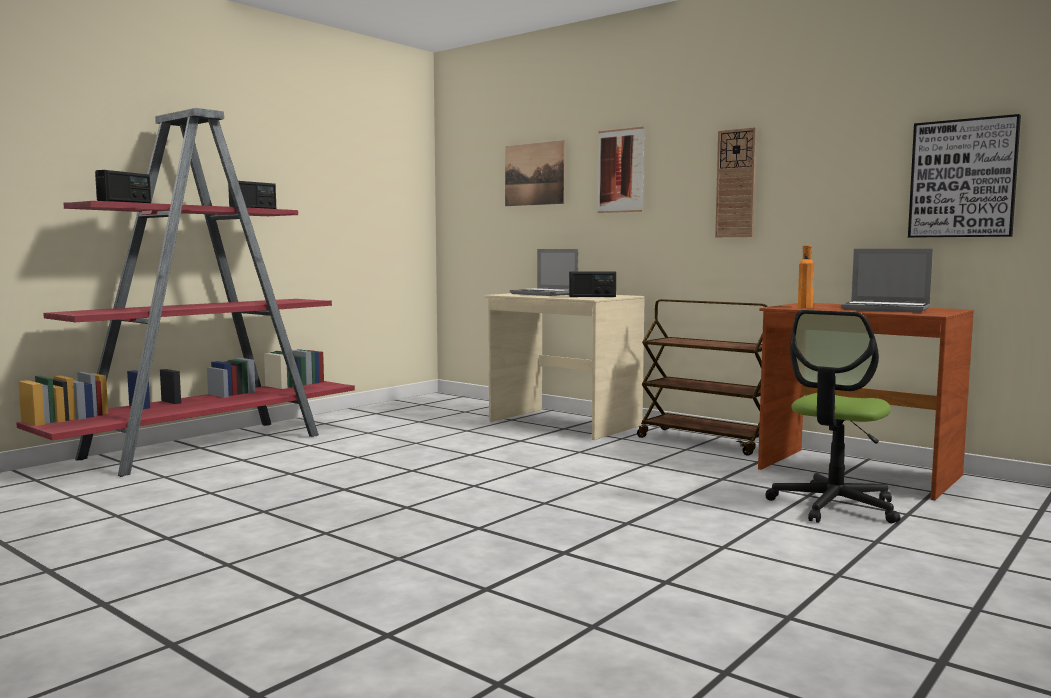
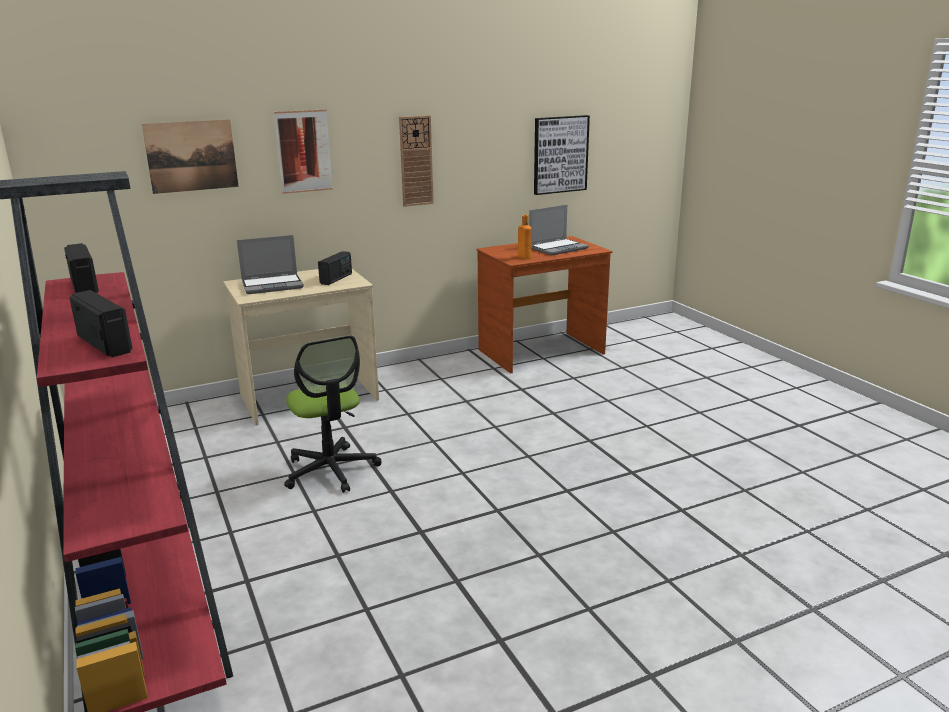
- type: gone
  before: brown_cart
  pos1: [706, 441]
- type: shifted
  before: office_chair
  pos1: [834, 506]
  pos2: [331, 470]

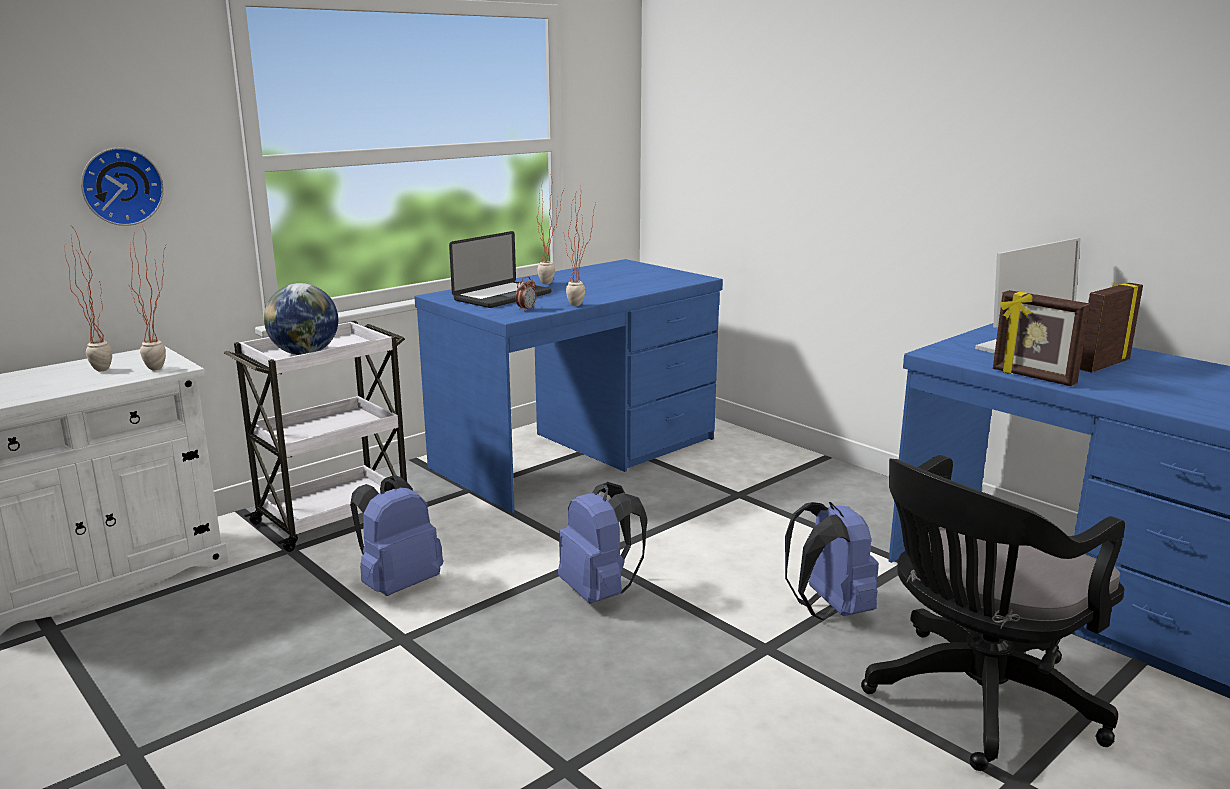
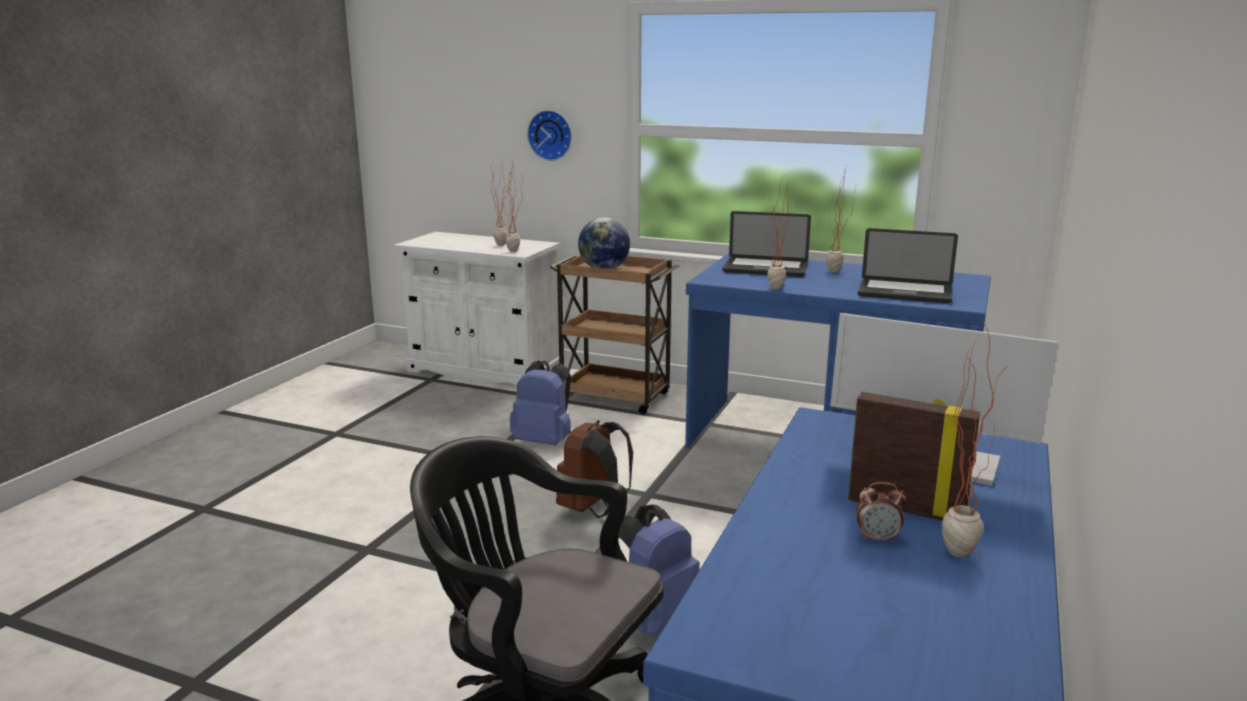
- type: shifted
  before: alarm_clock
  pos1: [526, 309]
  pos2: [877, 538]
- type: gone
  before: picture_frame
  pos1: [1033, 377]
- type: repainted
  before: white_cart
  after: brown_cart
  pos1: [334, 516]
  pos2: [615, 397]
- type: repainted
  before: blue_backpack
  after: brown_backpack
  pos1: [600, 592]
  pos2: [593, 509]
- type: new
  after: laptop
  pos2: [904, 293]
- type: new
  after: potted_plant
  pos2: [960, 547]

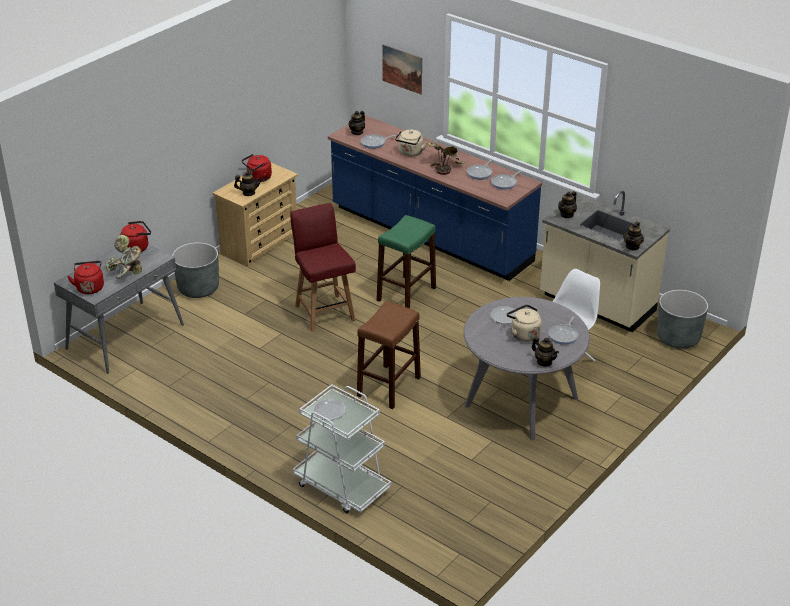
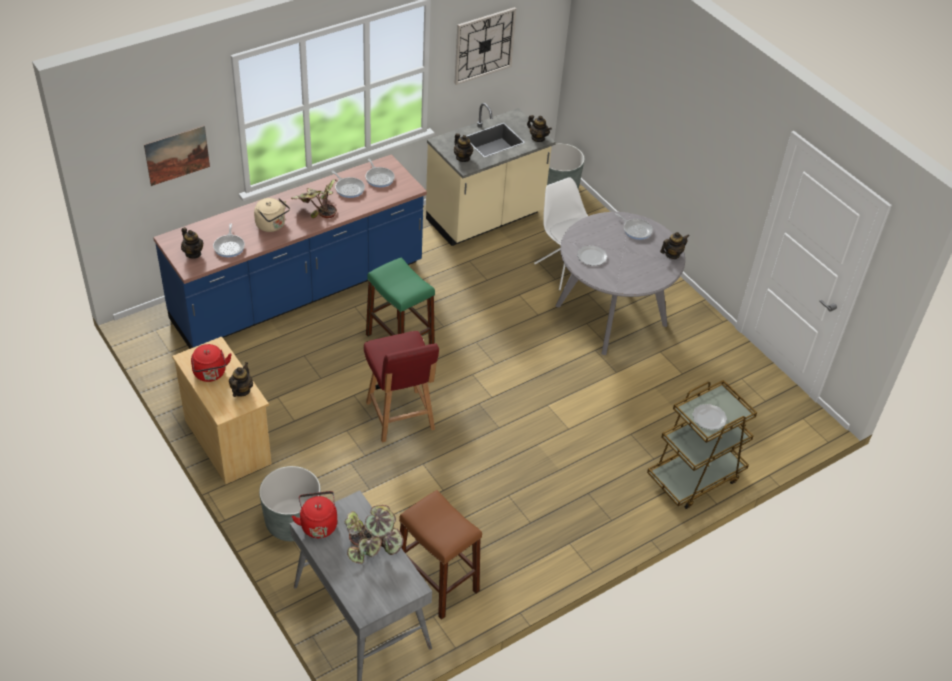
- type: rotated
  before: red_chair
  pos1: [324, 312]
  pos2: [400, 417]
  turn: -105
- type: gone
  before: red_kettle
  pos1: [90, 287]
- type: shifted
  before: brown_stool
  pos1: [388, 386]
  pos2: [437, 582]
- type: gone
  before: beige_kettle
  pos1: [523, 334]
- type: repainted
  before: white_cart
  after: brown_cart
  pos1: [341, 486]
  pos2: [695, 477]
- type: new
  after: wall_clock
  pos2: [484, 45]

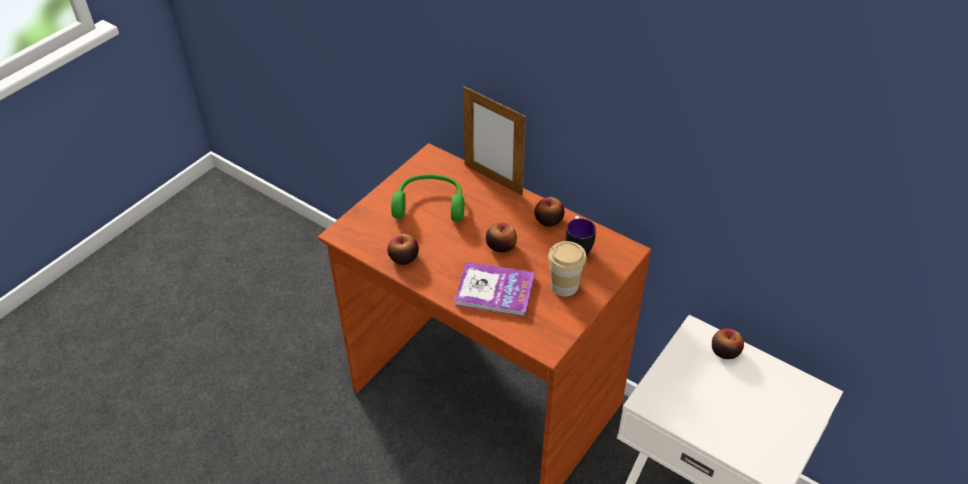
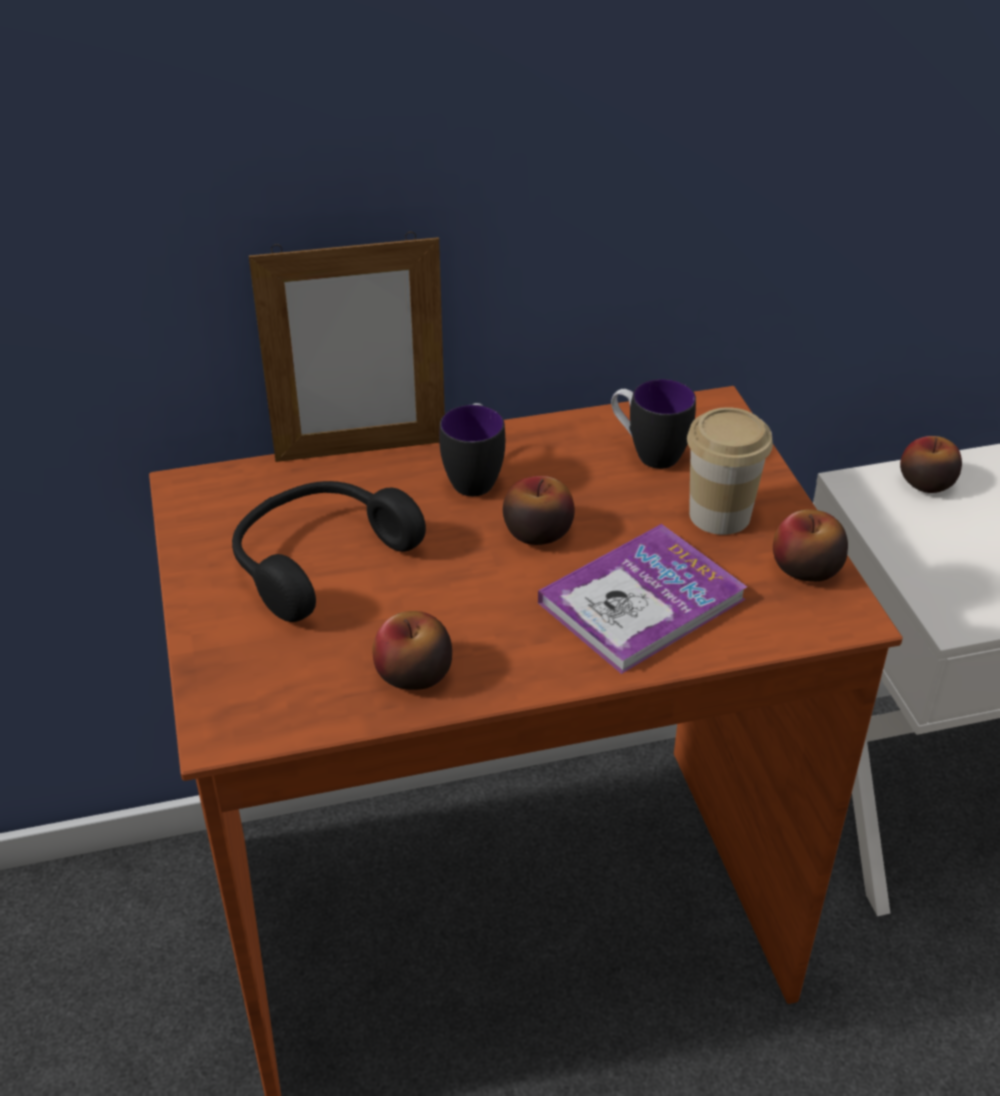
- type: repainted
  before: green_headphones
  after: black_headphones
  pos1: [430, 205]
  pos2: [318, 559]
- type: shifted
  before: apple
  pos1: [548, 220]
  pos2: [805, 568]
- type: new
  after: mug
  pos2: [474, 476]

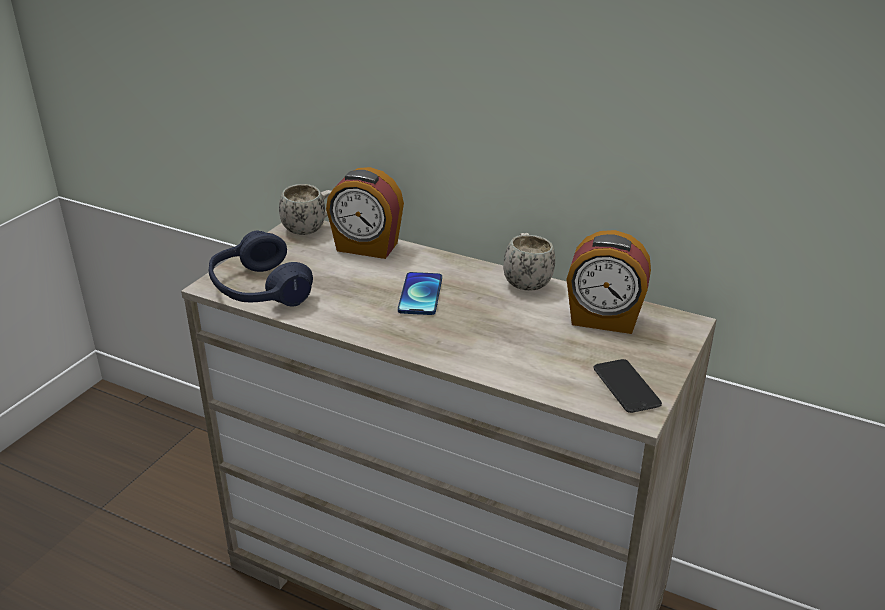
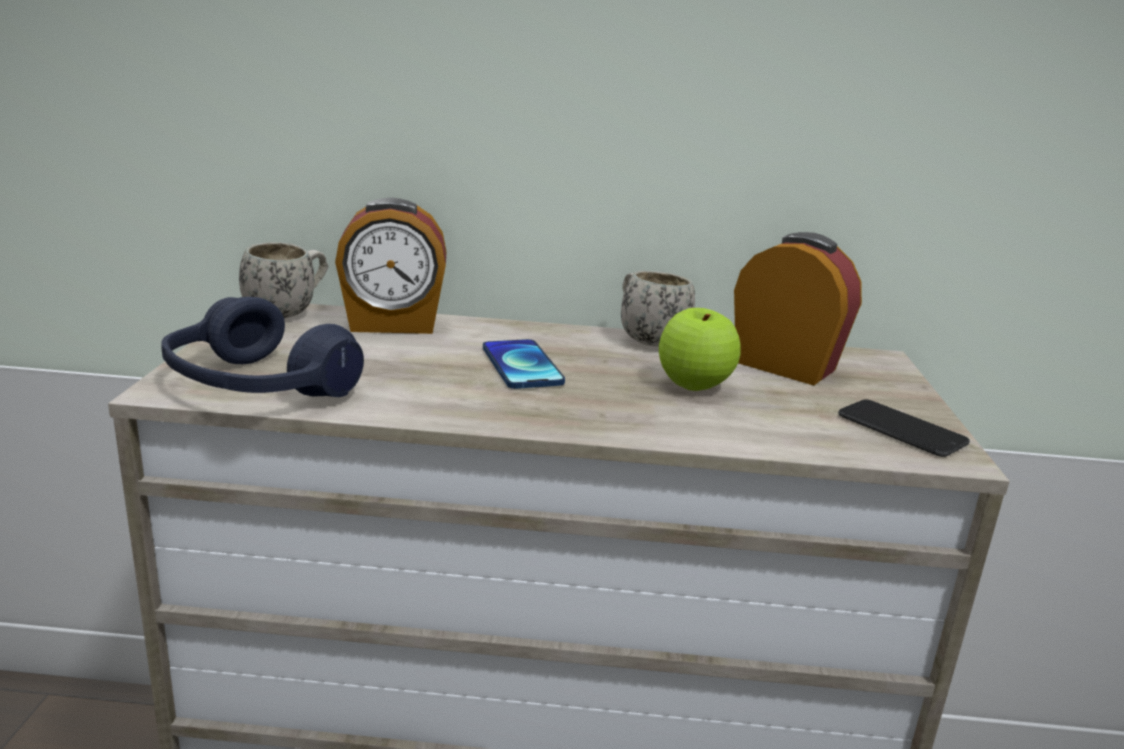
- type: rotated
  before: alarm_clock
  pos1: [603, 320]
  pos2: [786, 365]
  turn: -135
- type: new
  after: apple
  pos2: [694, 386]

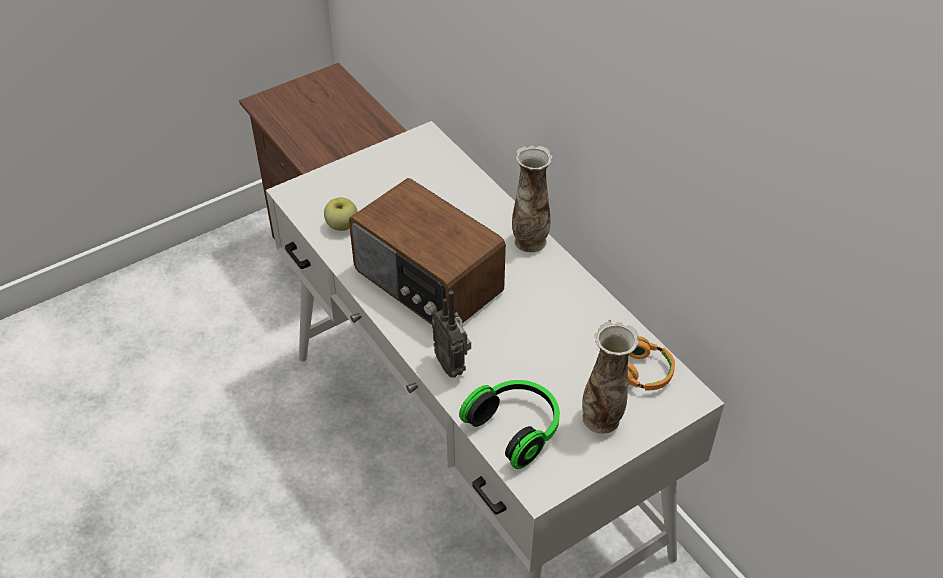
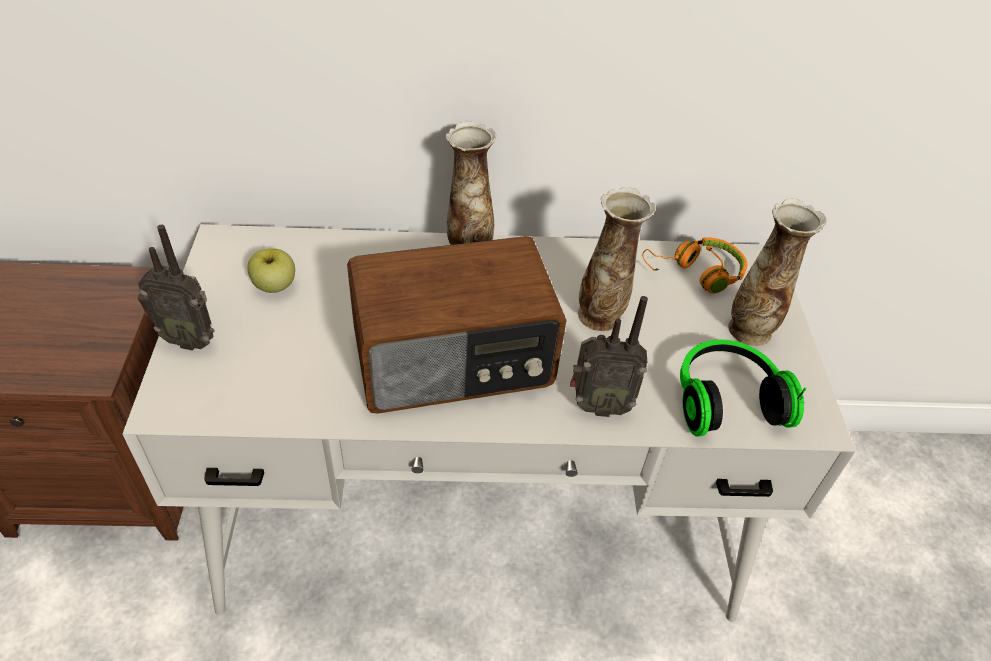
- type: shifted
  before: apple
  pos1: [342, 225]
  pos2: [274, 286]
- type: new
  after: vase
  pos2: [600, 316]
- type: new
  after: radio
  pos2: [189, 339]

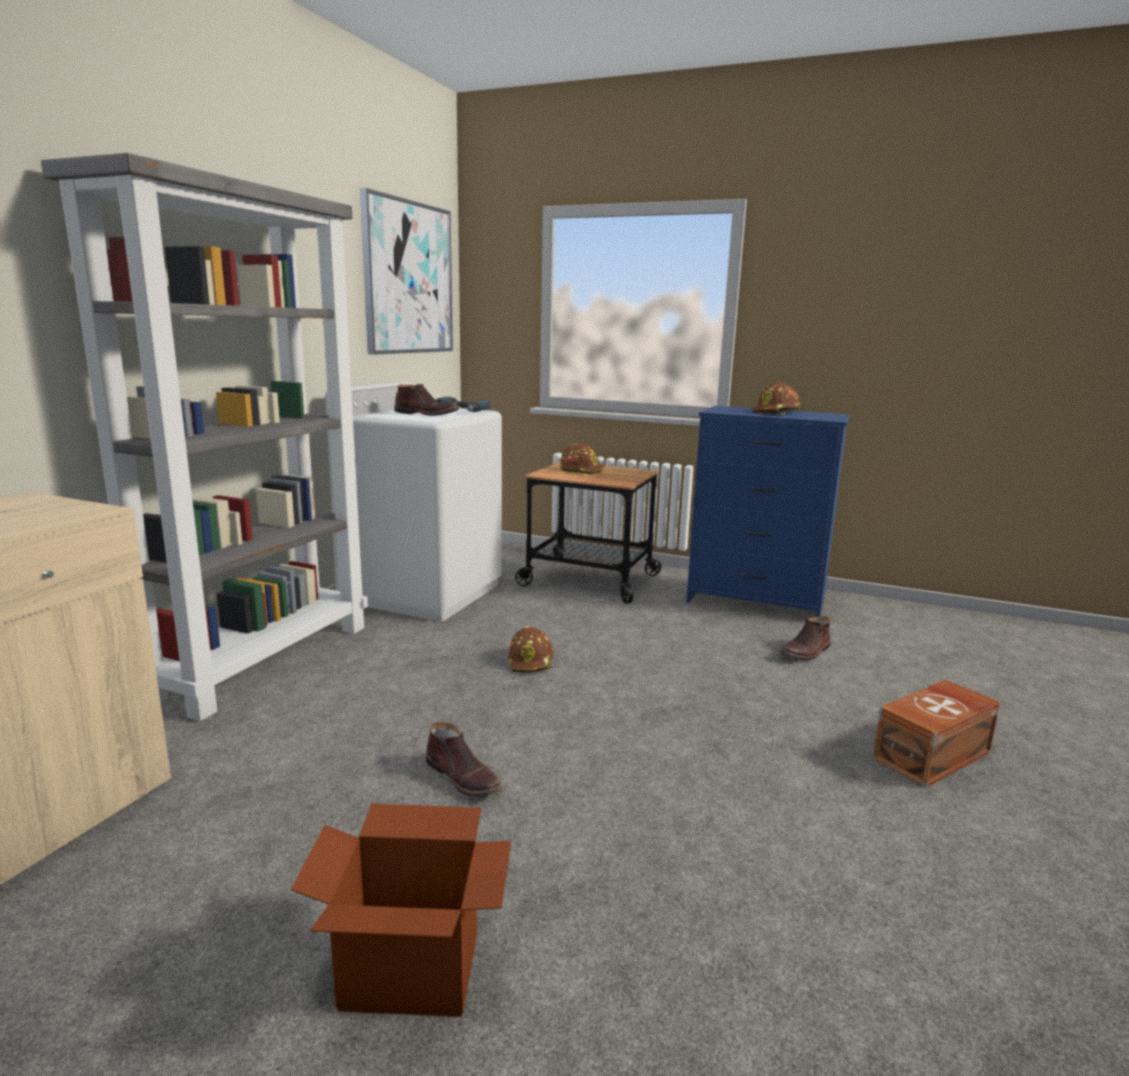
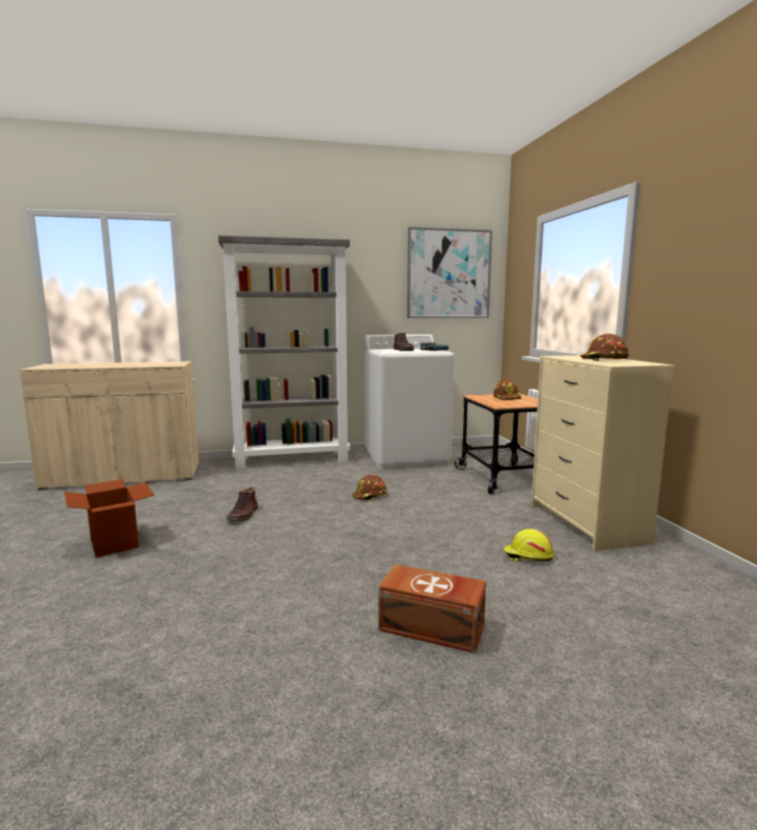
- type: repainted
  before: blue_dresser
  after: beige_dresser
  pos1: [755, 601]
  pos2: [586, 523]
- type: swapped
  before: brown_boot
  after: yellow_hard_hat
  pos1: [806, 652]
  pos2: [527, 556]

